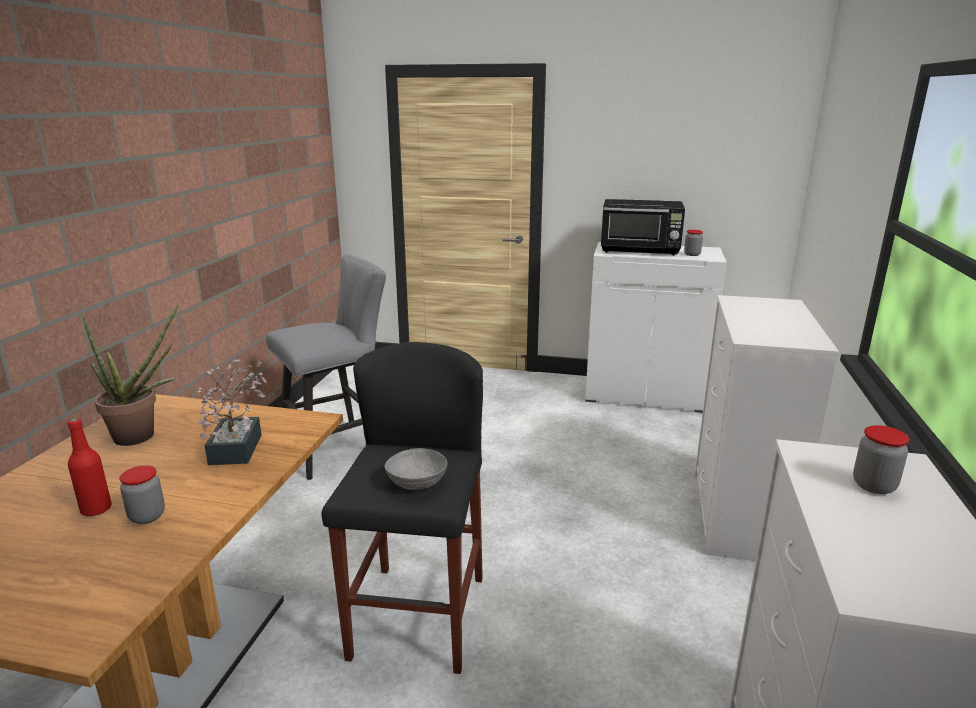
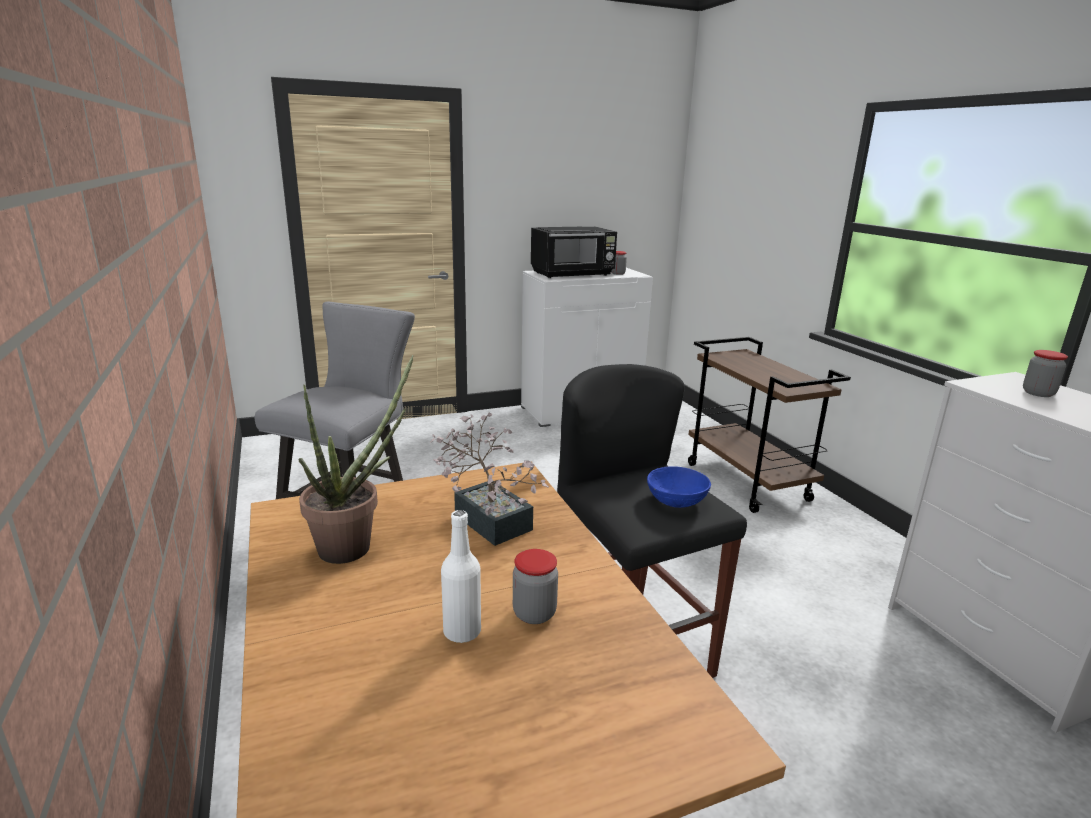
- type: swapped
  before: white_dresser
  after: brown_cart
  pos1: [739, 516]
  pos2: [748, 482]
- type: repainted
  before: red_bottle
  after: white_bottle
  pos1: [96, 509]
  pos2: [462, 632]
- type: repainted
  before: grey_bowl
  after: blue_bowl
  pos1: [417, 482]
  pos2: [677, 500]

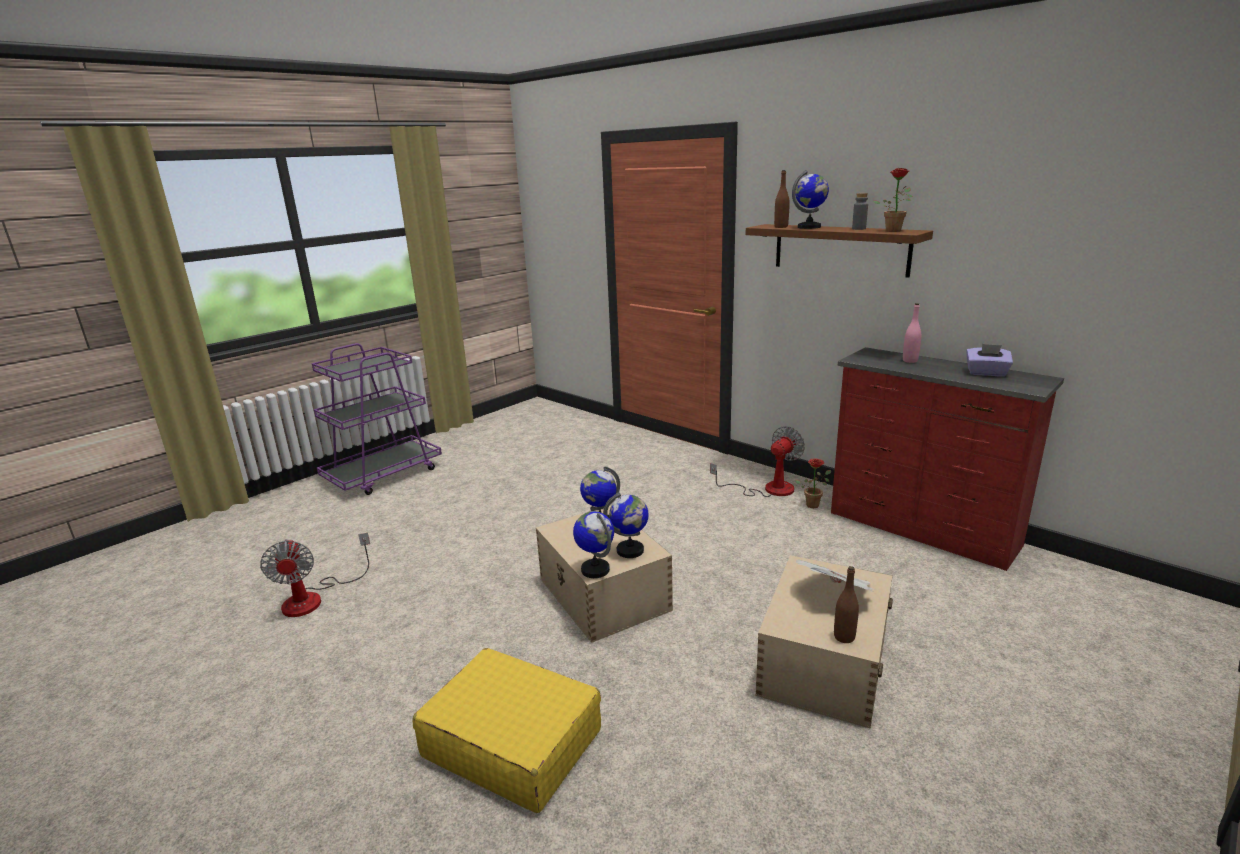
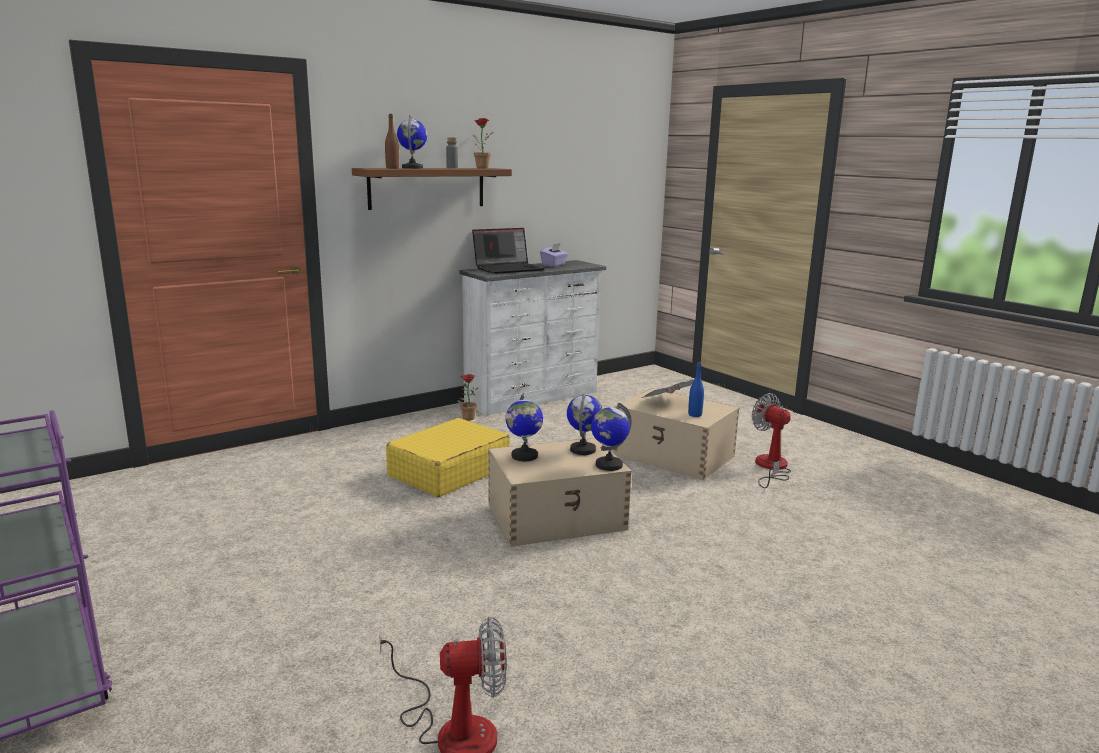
- type: swapped
  before: pink_bottle
  after: laptop
  pos1: [910, 361]
  pos2: [509, 269]
- type: repainted
  before: red_dresser
  after: white_dresser
  pos1: [922, 530]
  pos2: [533, 398]
- type: shifted
  before: fan
  pos1: [768, 489]
  pos2: [771, 468]
- type: gone
  before: brown_bottle
  pos1: [844, 637]
- type: shifted
  before: yellow_suitcase
  pos1: [512, 742]
  pos2: [448, 472]
- type: new
  after: blue_bottle
  pos2: [695, 415]

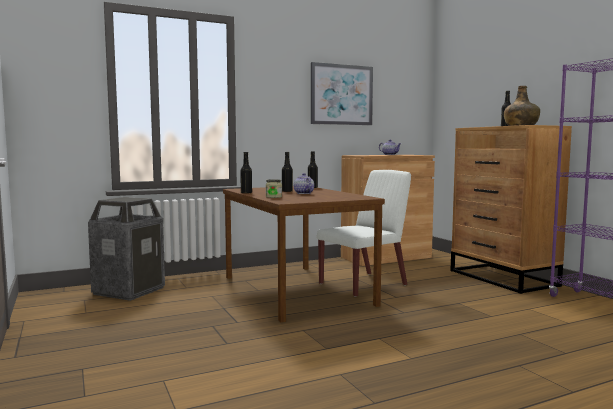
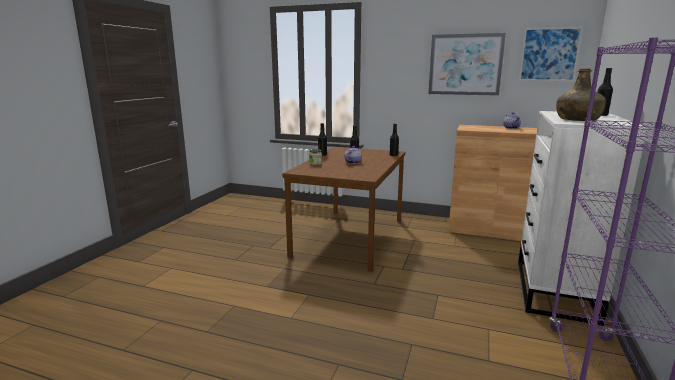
- type: repainted
  before: brown_dresser
  after: white_dresser
  pos1: [503, 278]
  pos2: [554, 290]
- type: gone
  before: white_chair
  pos1: [363, 284]
- type: gone
  before: trash_can
  pos1: [129, 291]
- type: new
  after: picture
  pos2: [549, 54]

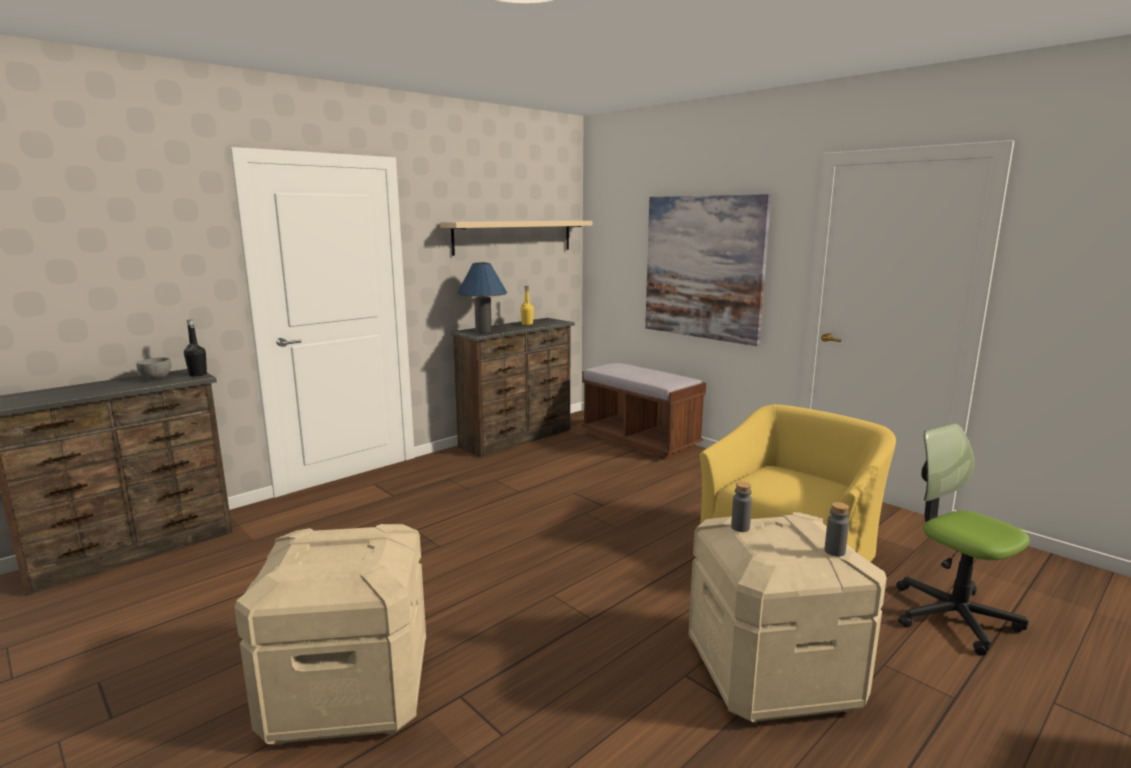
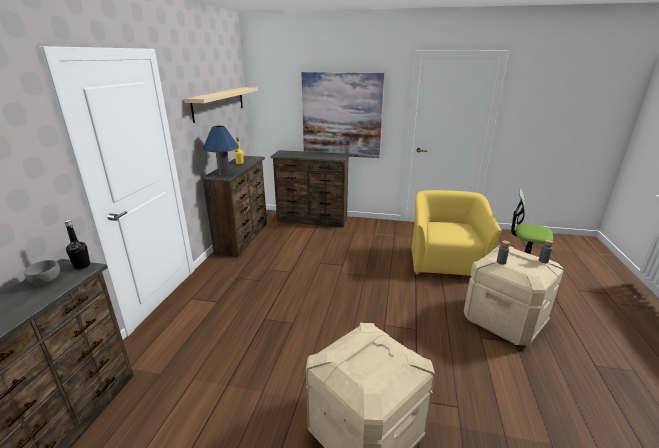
- type: swapped
  before: brown_bench
  after: brown_dresser
  pos1: [640, 440]
  pos2: [312, 220]

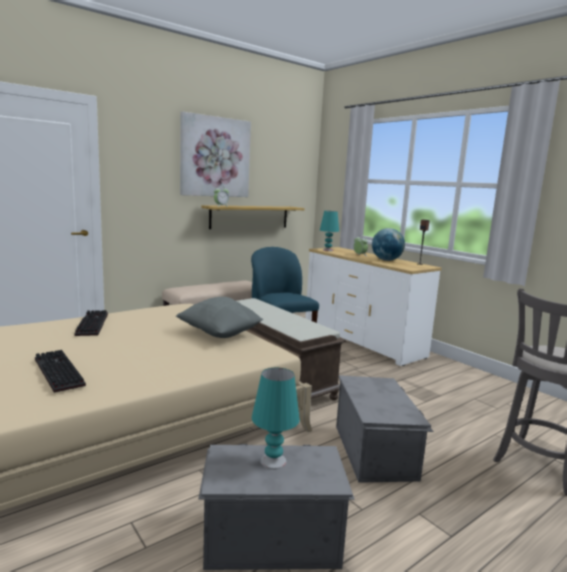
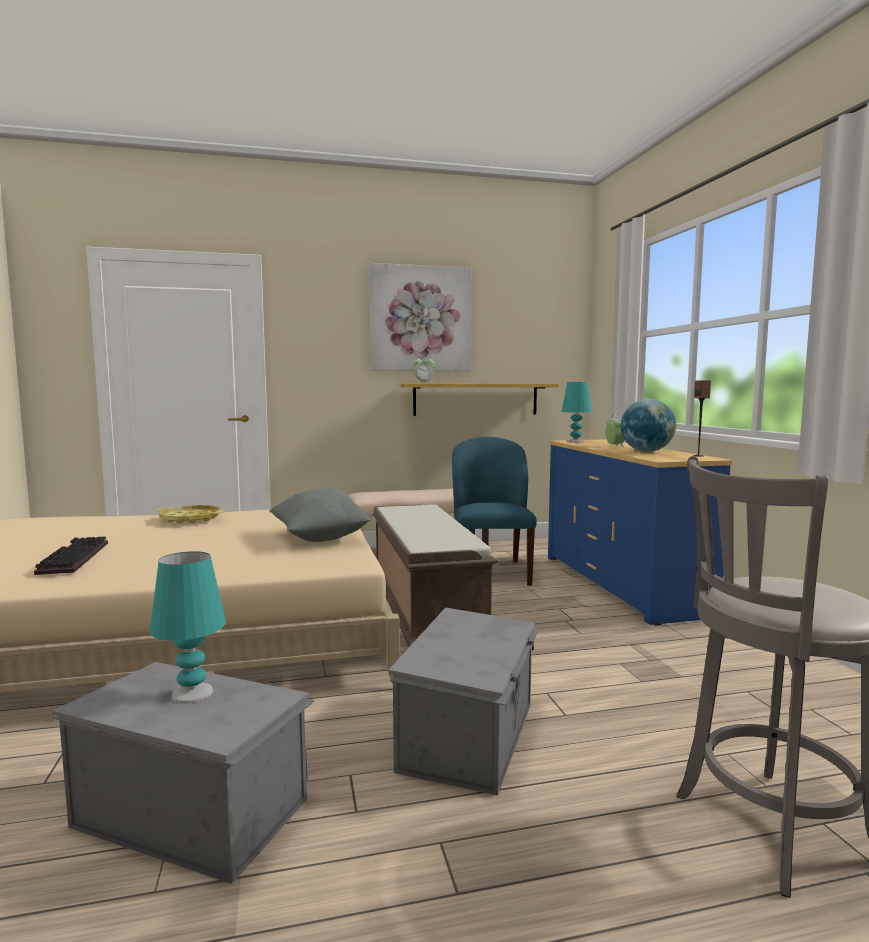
- type: repainted
  before: white_dresser
  after: blue_dresser
  pos1: [362, 340]
  pos2: [622, 584]
- type: swapped
  before: keyboard
  after: yellow_tray
  pos1: [91, 324]
  pos2: [191, 519]

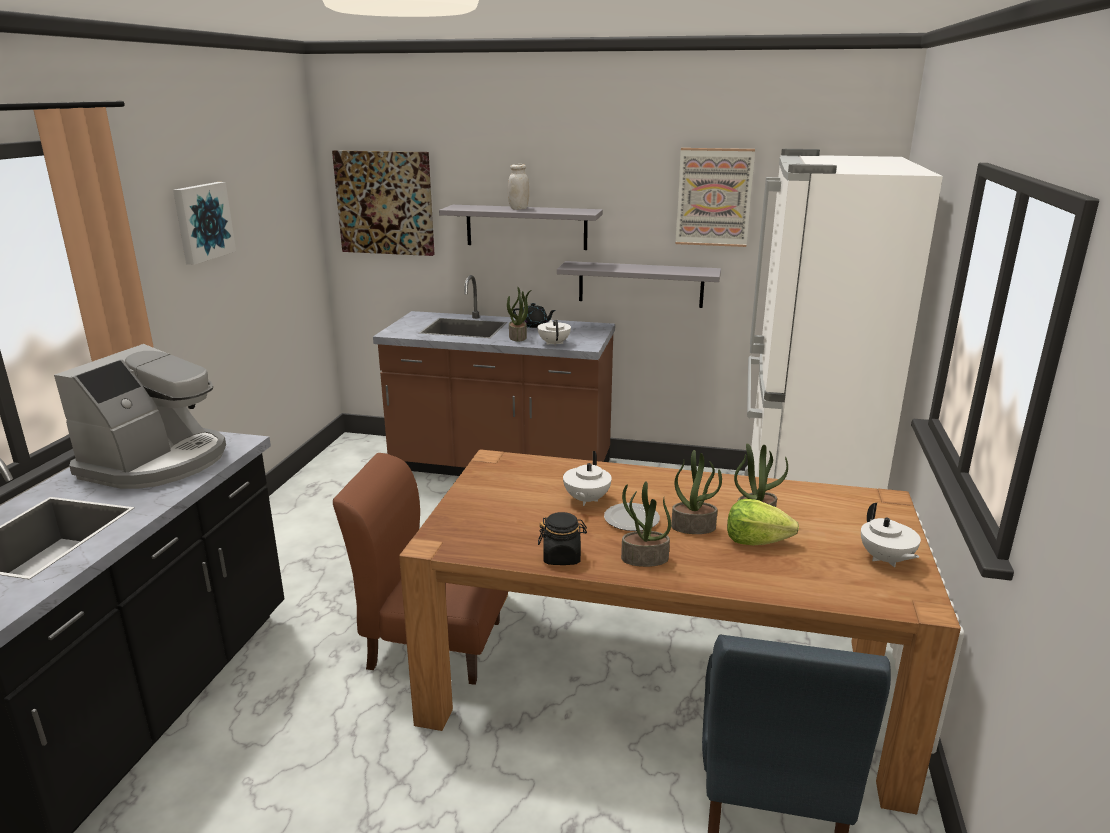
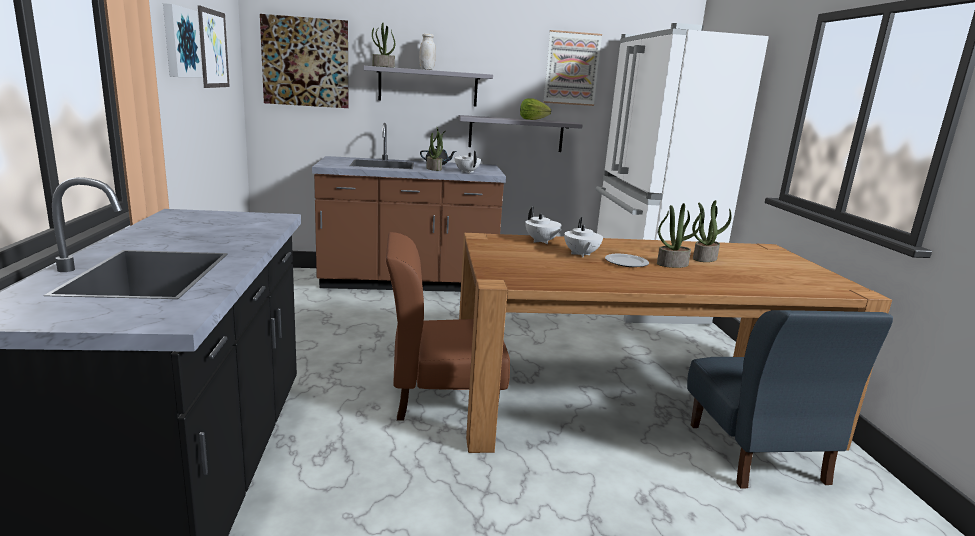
- type: gone
  before: coffee_machine
  pos1: [157, 462]
- type: shifted
  before: potted_plant
  pos1: [644, 559]
  pos2: [383, 66]
- type: shifted
  before: lettuce
  pos1: [756, 541]
  pos2: [532, 119]
- type: shifted
  before: white_teapot
  pos1: [885, 560]
  pos2: [541, 241]
- type: gone
  before: black_jar
  pos1: [562, 557]
- type: new
  after: picture
  pos2: [213, 49]

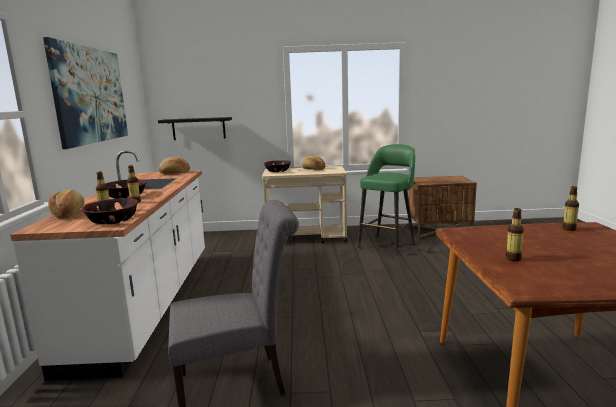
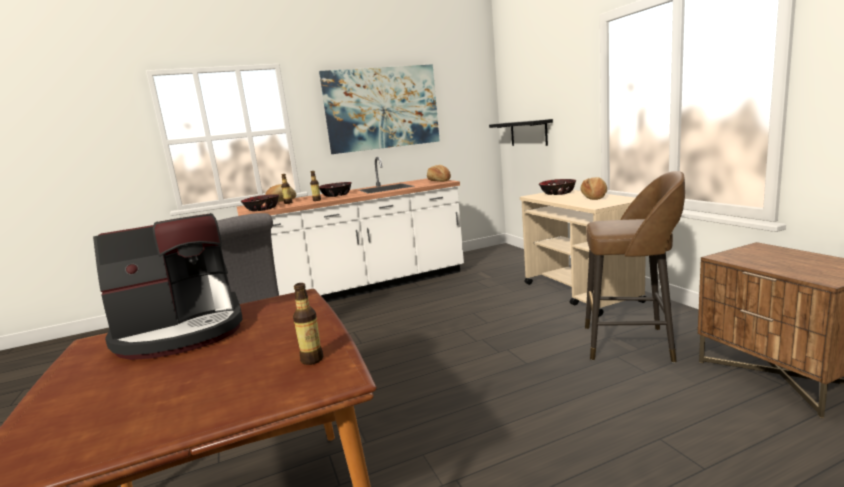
- type: repainted
  before: green_stool
  after: brown_stool
  pos1: [387, 244]
  pos2: [630, 343]
- type: swapped
  before: bottle
  after: coffee_machine
  pos1: [513, 258]
  pos2: [182, 332]

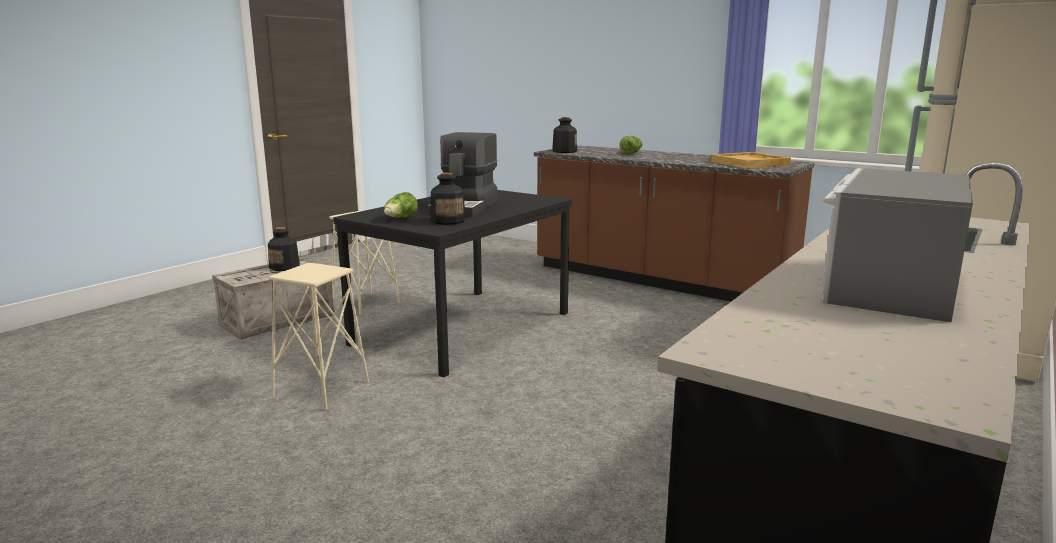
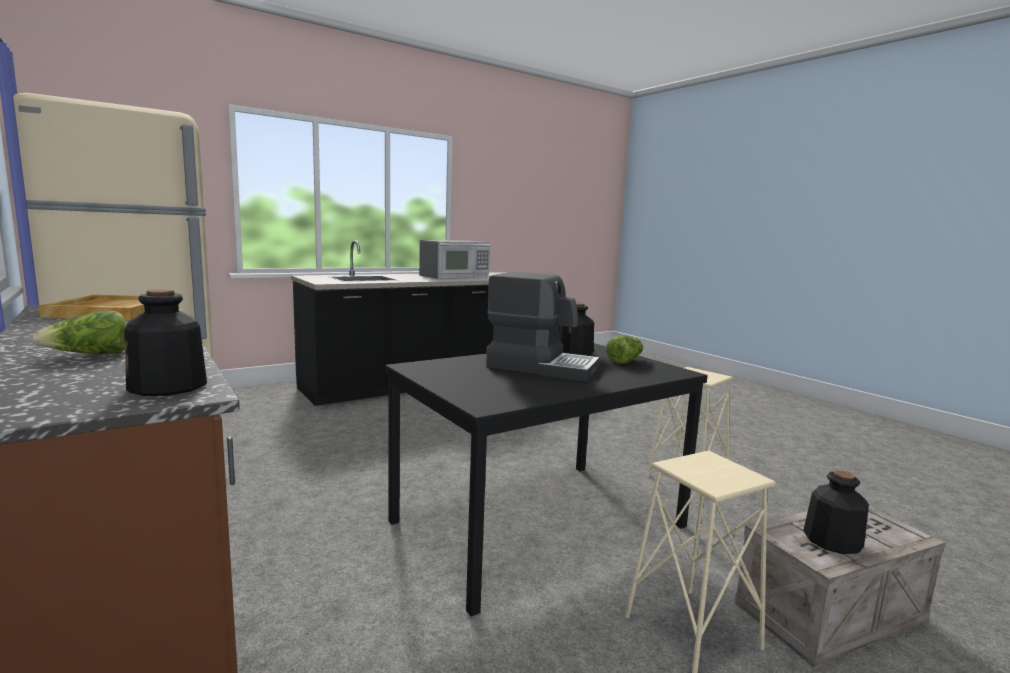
- type: rotated
  before: coffee_machine
  pos1: [465, 207]
  pos2: [542, 367]
  turn: 75

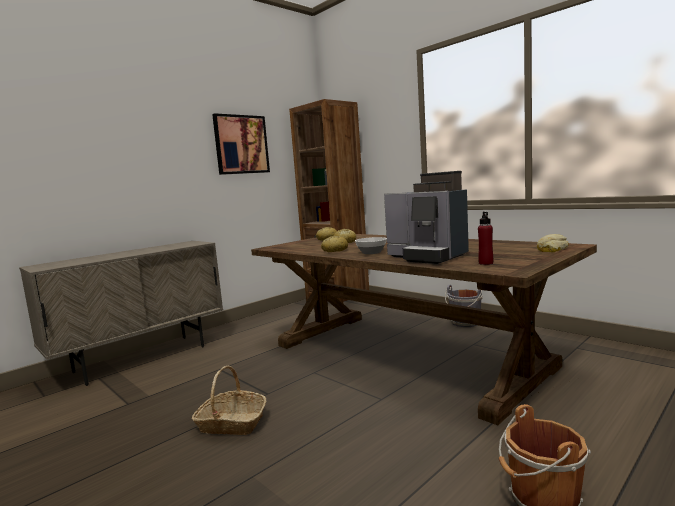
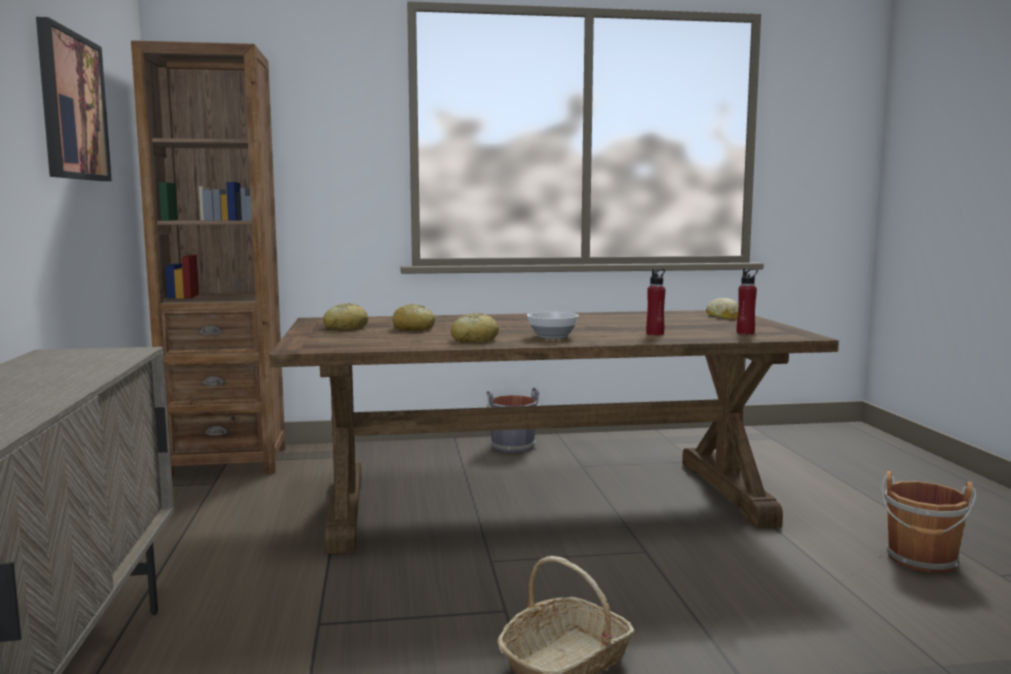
- type: swapped
  before: coffee_machine
  after: red_bottle
  pos1: [427, 257]
  pos2: [655, 334]

